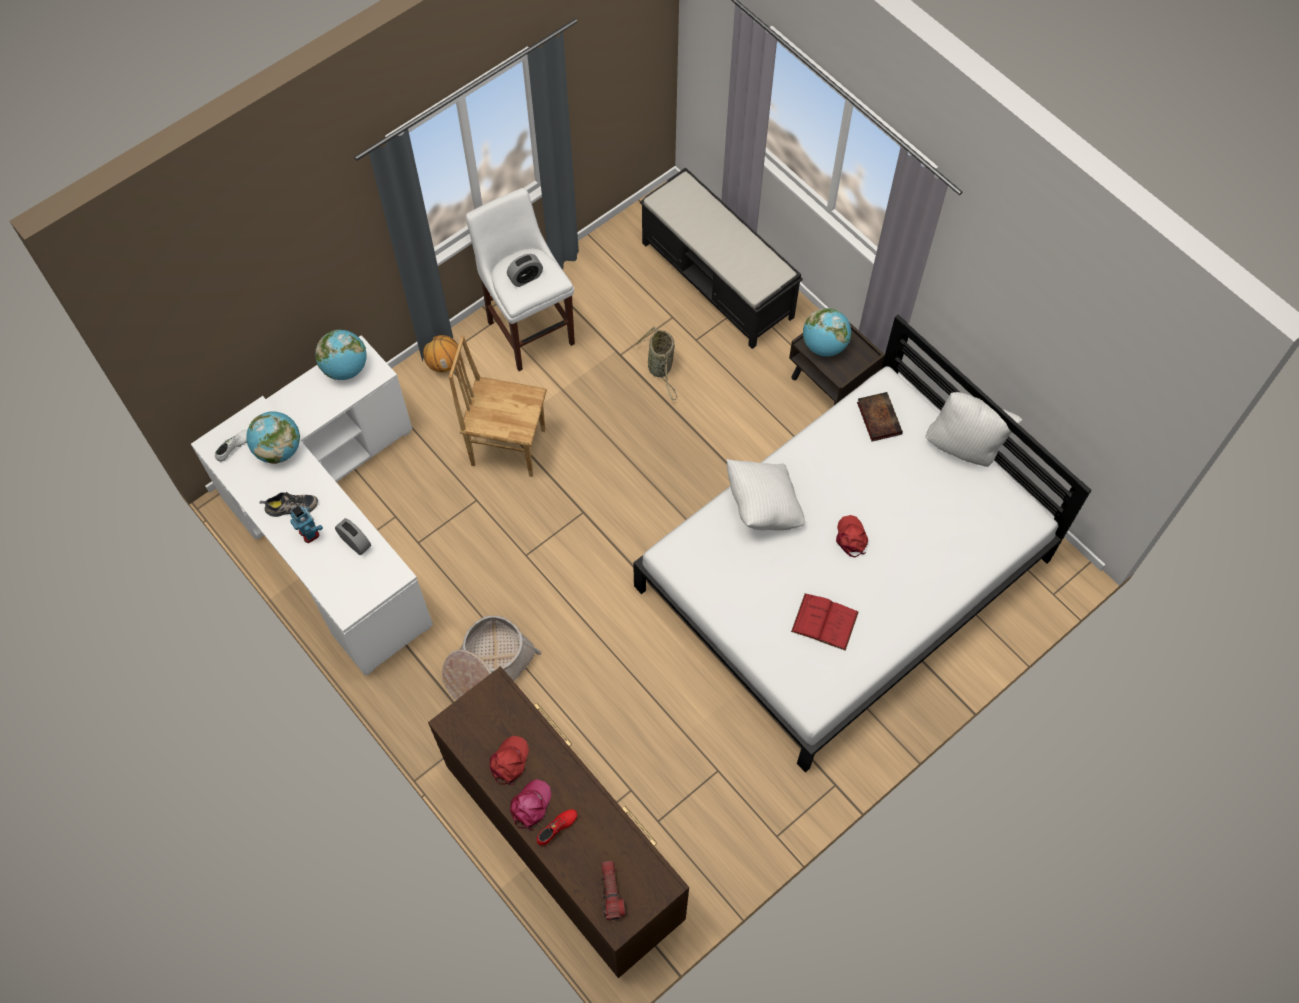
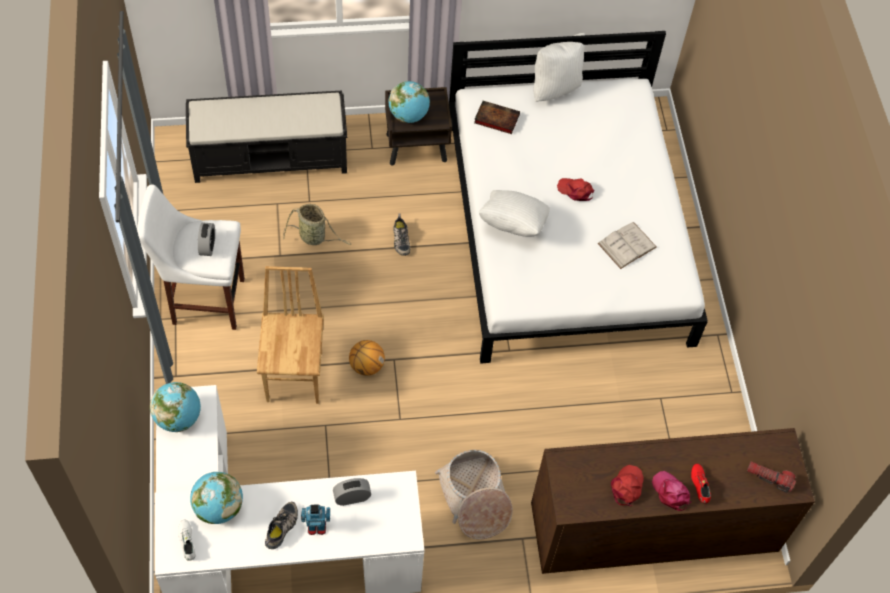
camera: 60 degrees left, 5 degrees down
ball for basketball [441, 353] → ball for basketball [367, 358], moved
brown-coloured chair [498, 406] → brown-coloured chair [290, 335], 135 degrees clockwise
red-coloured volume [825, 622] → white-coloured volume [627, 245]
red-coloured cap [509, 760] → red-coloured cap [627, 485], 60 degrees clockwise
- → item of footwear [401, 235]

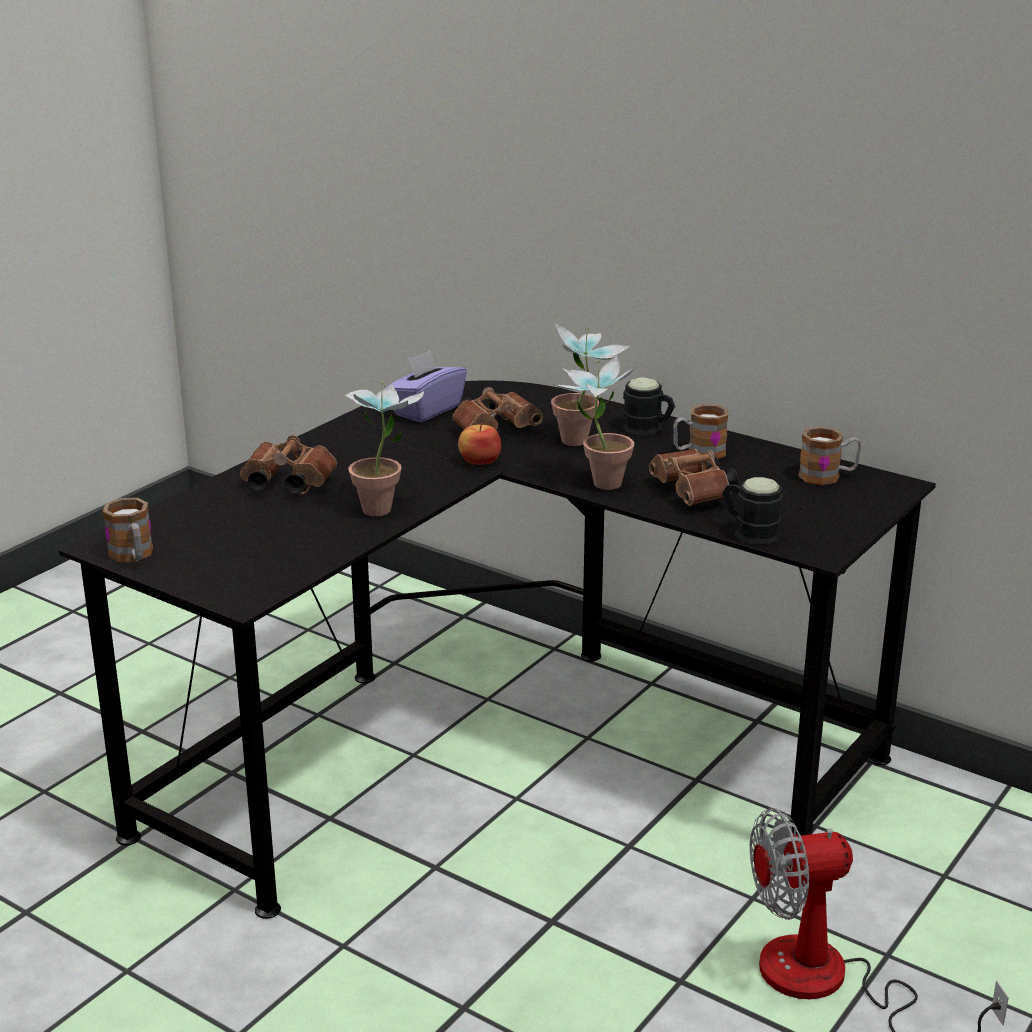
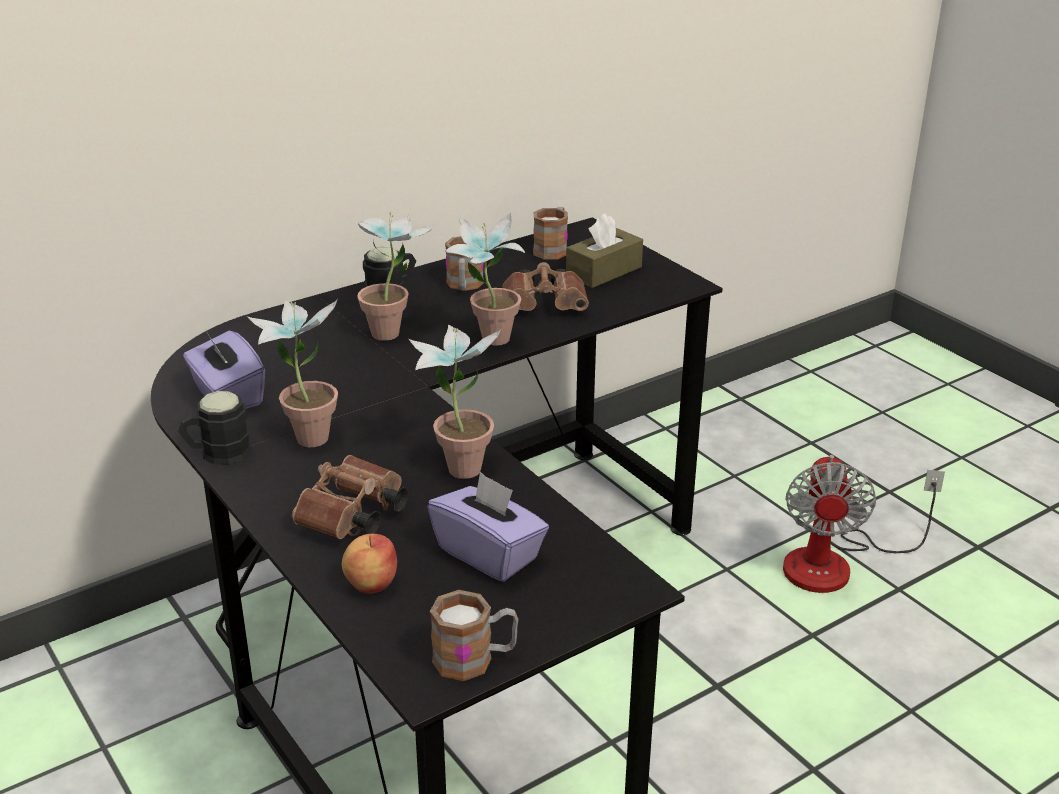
camera: 70 degrees left, 5 degrees up
brown-coloured binoculars [498, 408] → -
apple [479, 444] → apple [369, 563], moved
blackish tea mug [752, 511] → blackish tea mug [214, 428], moved
- → brown-coloured tissue holder [604, 250]
- → plant in a pot [292, 373]
- → purple-coloured tissue holder [488, 527]

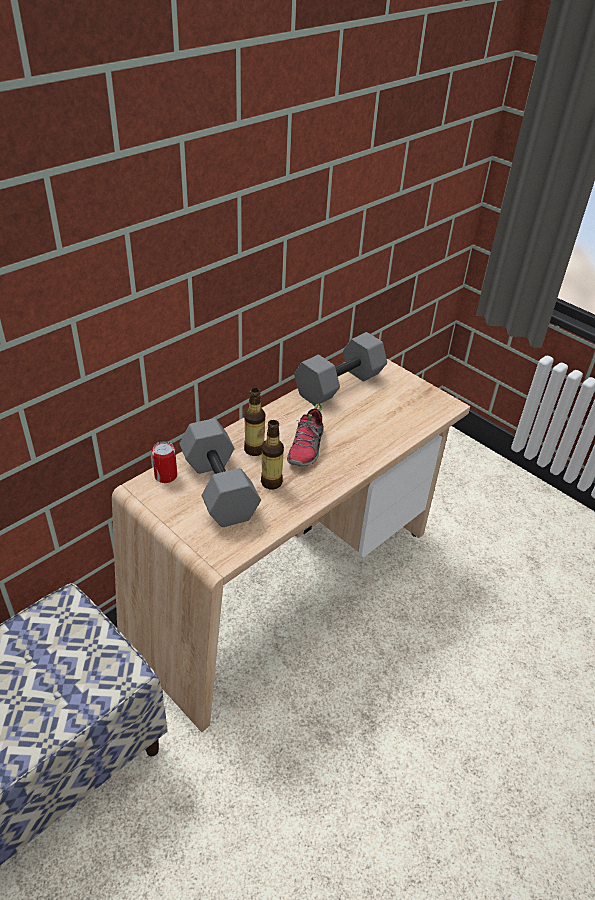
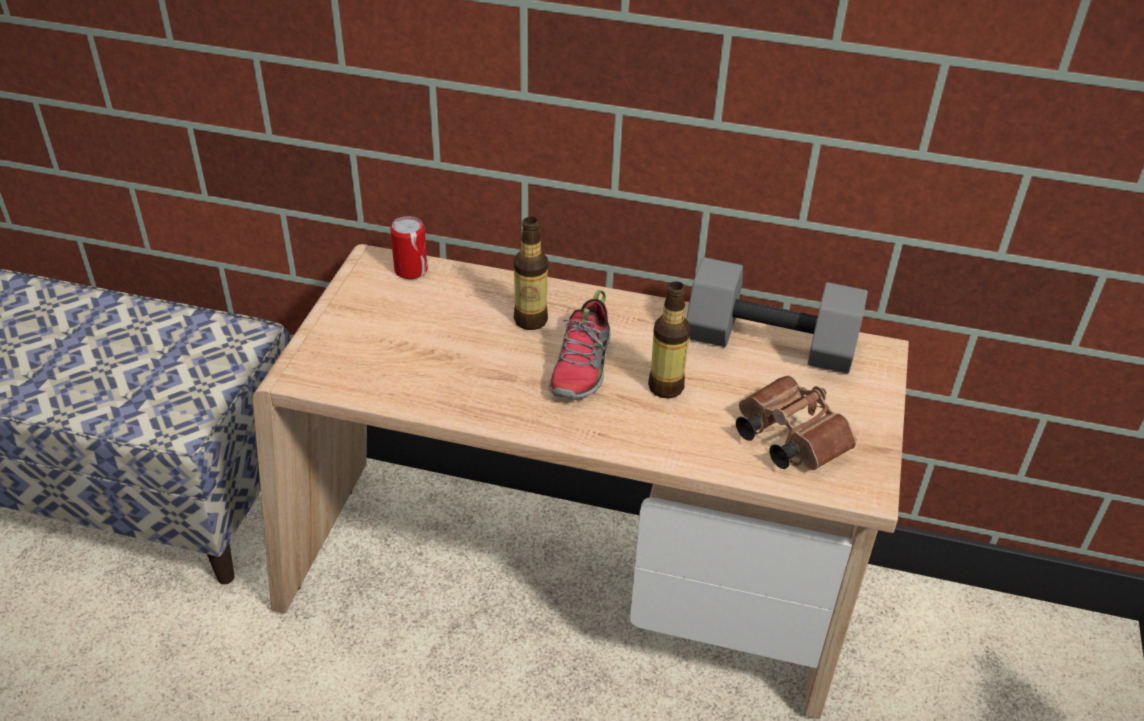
camera: 60 degrees right, 0 degrees up
item of footwear [305, 435] → item of footwear [580, 345], 60 degrees counterclockwise
greyish free weight [220, 472] → -
bottle [272, 454] → bottle [669, 340], moved
- → brown-coloured binoculars [796, 422]

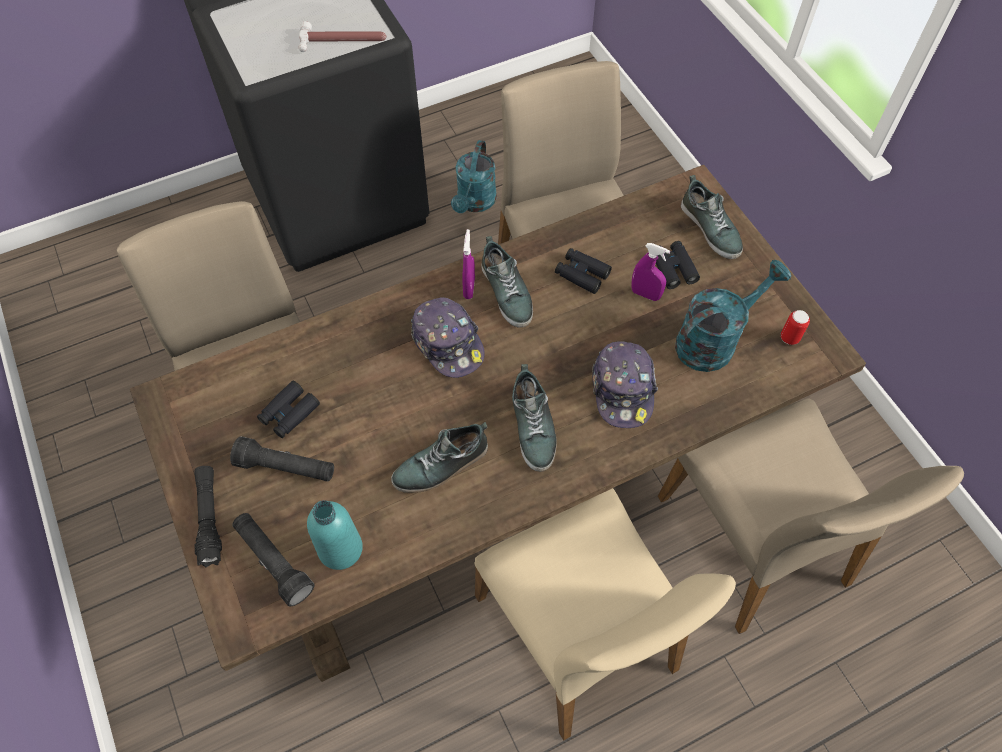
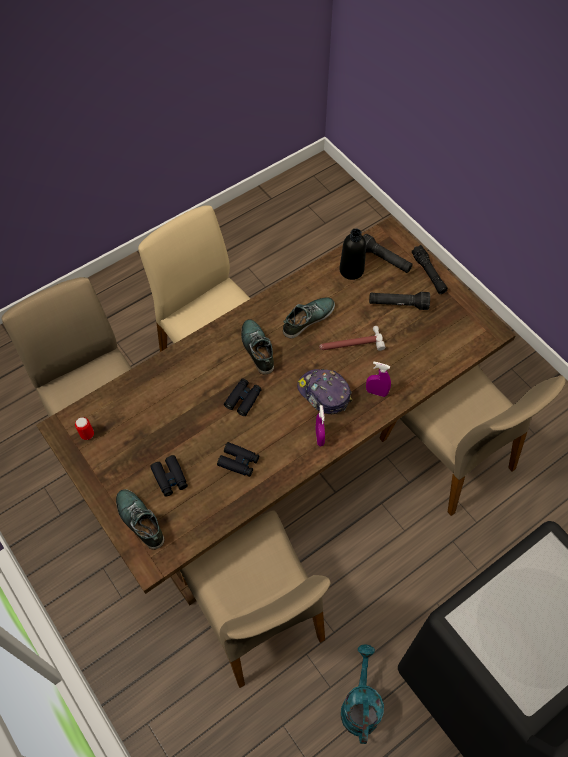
camera: 170 degrees right, 0 degrees up
tool hammer [343, 36] → tool hammer [352, 338], moved
item of footwear [507, 282] → -
purple-coloured hand sprayer [651, 272] → purple-coloured hand sprayer [378, 379], moved
blue-green watering pot [733, 316] → -
cap [625, 384] → -
blackish binoculars [288, 409] → blackish binoculars [243, 397], moved
blue-green bottle [335, 535] → blackish bottle [352, 254]

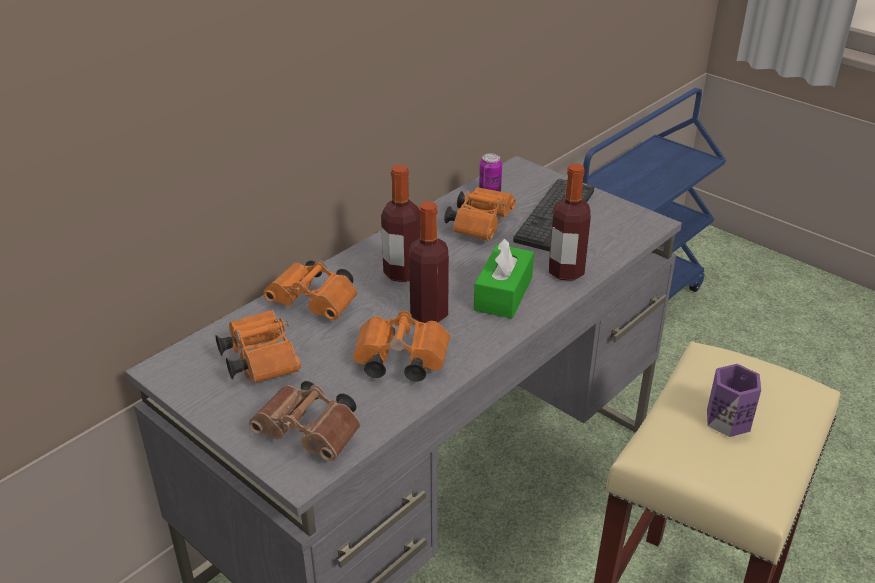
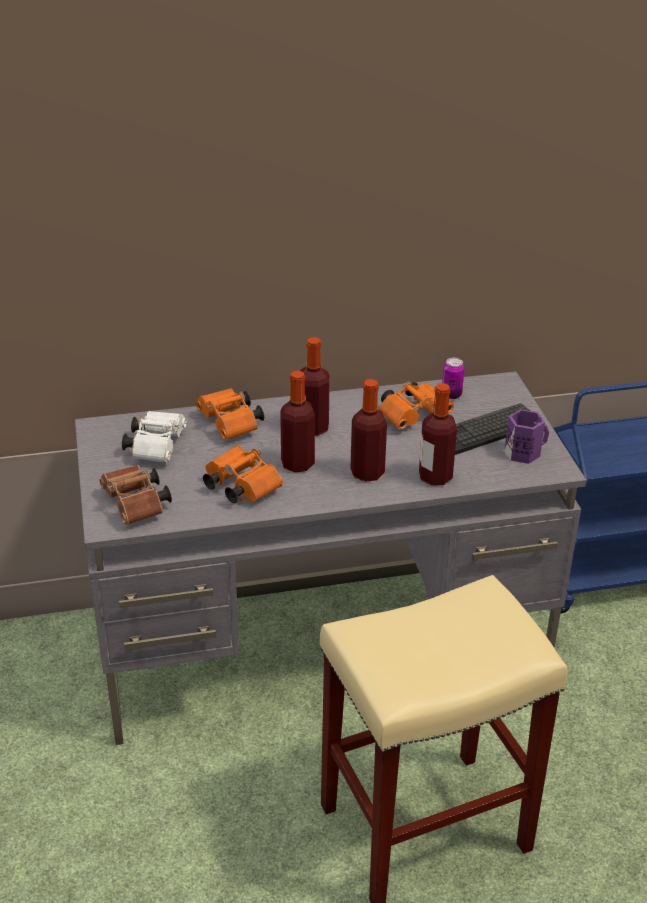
camera: 35 degrees right, 0 degrees up
green tissue holder [504, 278] → bottle [368, 430]
orange-coloured binoculars [258, 346] → white-coloured binoculars [154, 437]
purple-coloured tea mug [734, 400] → purple-coloured tea mug [527, 436], moved

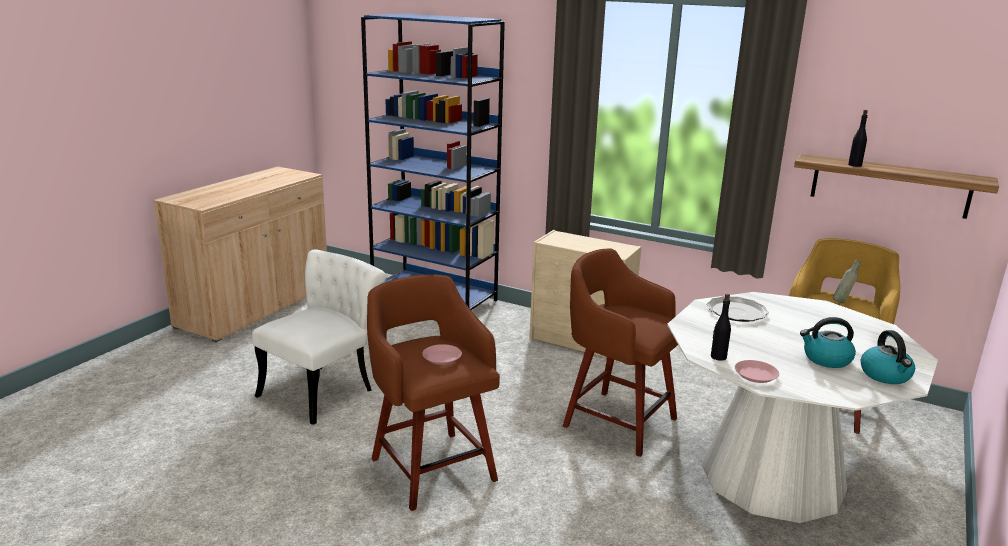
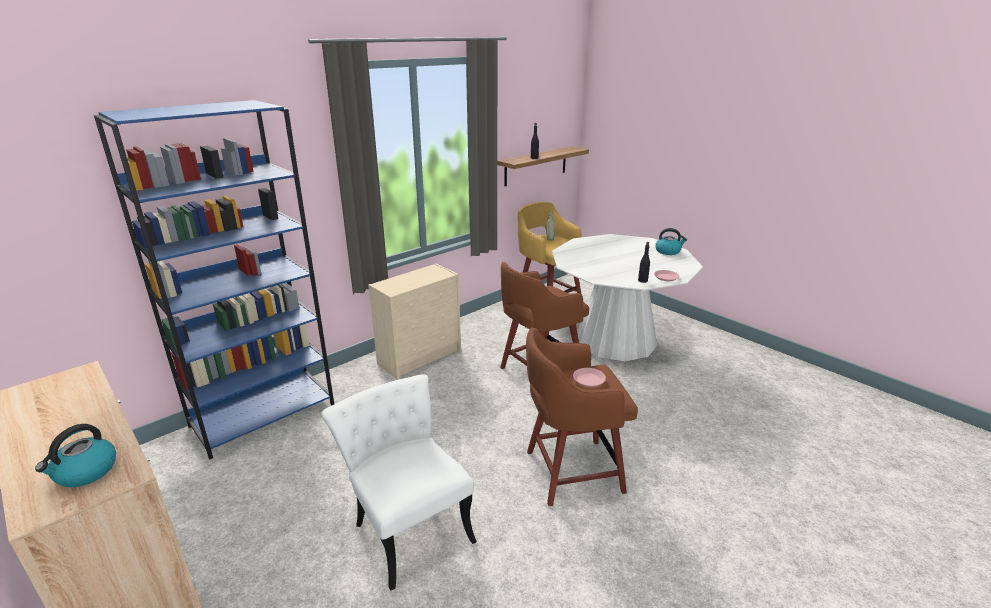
camera: 70 degrees left, 5 degrees up
plate [738, 309] → -
kettle [828, 342] → kettle [75, 455], moved

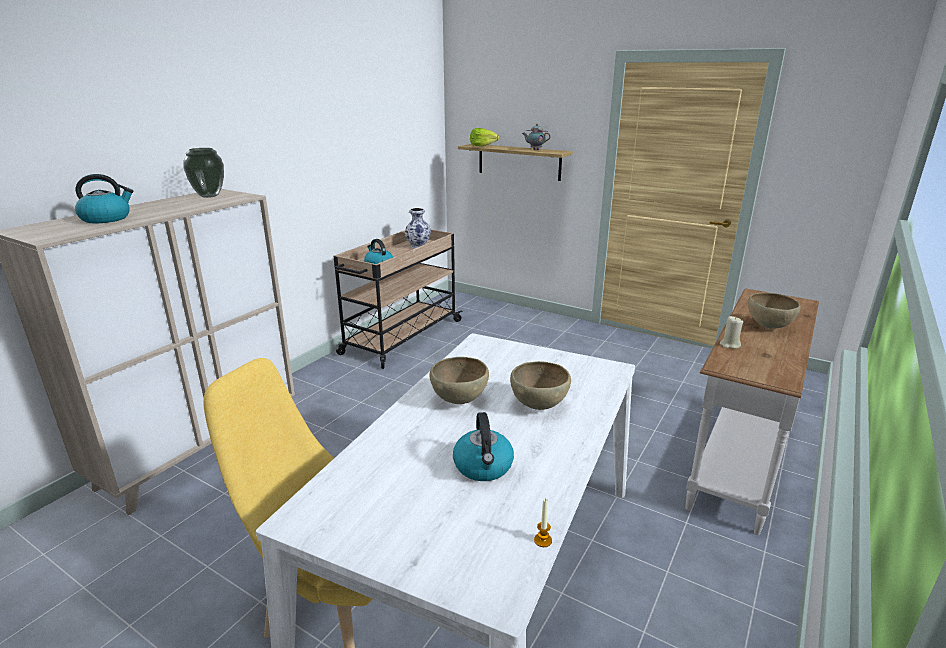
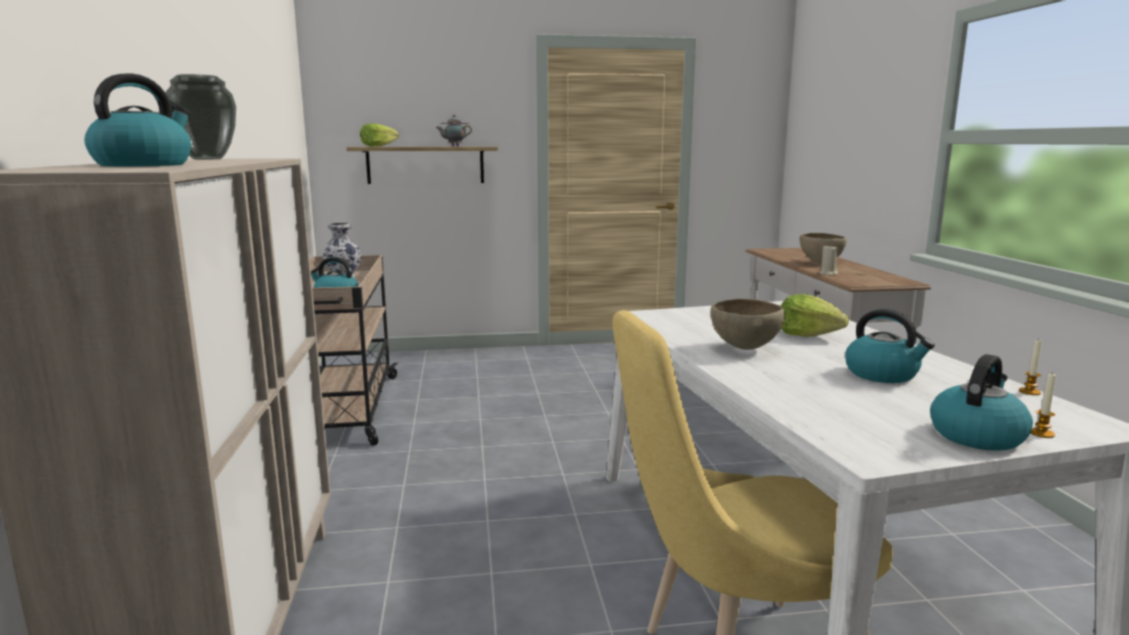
camera: 40 degrees left, 10 degrees down
brown-coloured serving bowl [540, 385] → head of lettuce [815, 315]
- → kettle [981, 402]
- → wax candle [1043, 405]

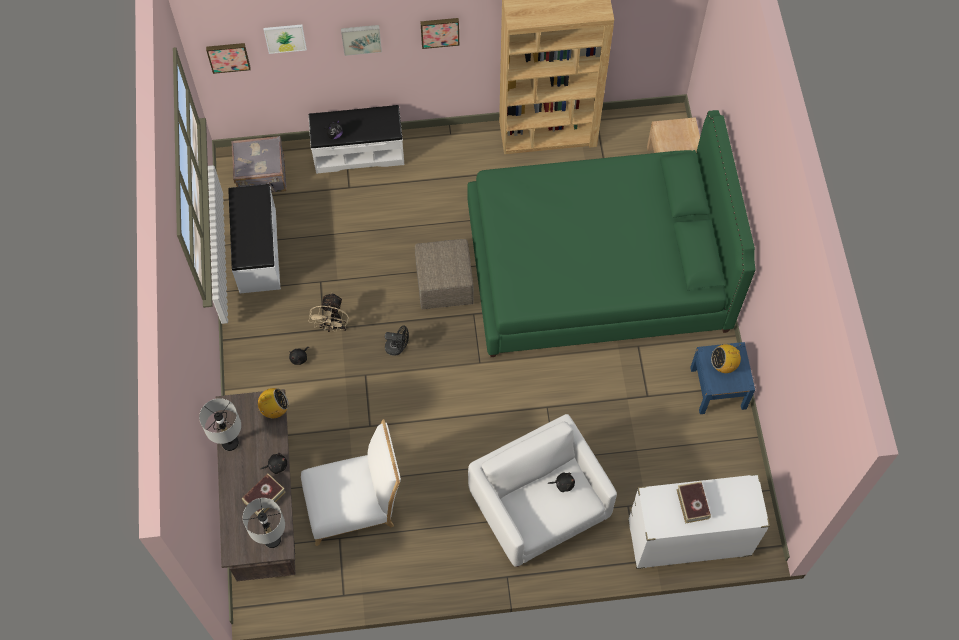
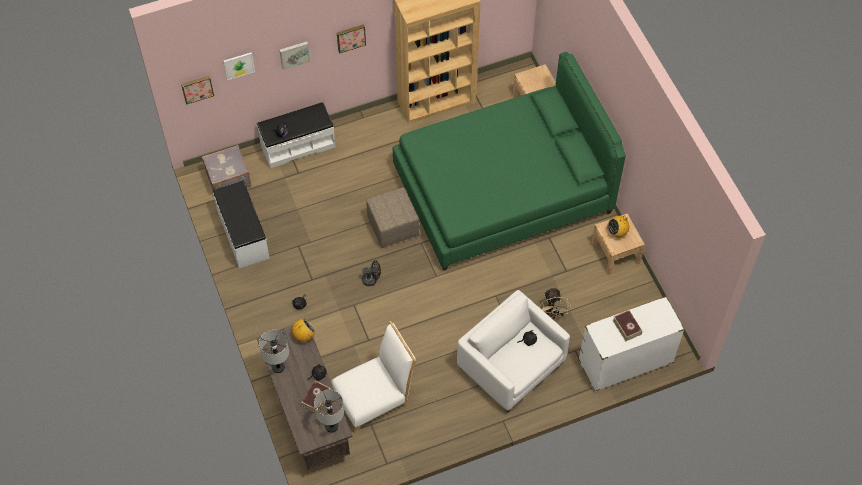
camera: 15 degrees left, 5 degrees down
sand-coloured electric fan [329, 312] → sand-coloured electric fan [555, 303], moved
blue-coloured nightstand [722, 378] → sand-coloured nightstand [618, 244]

